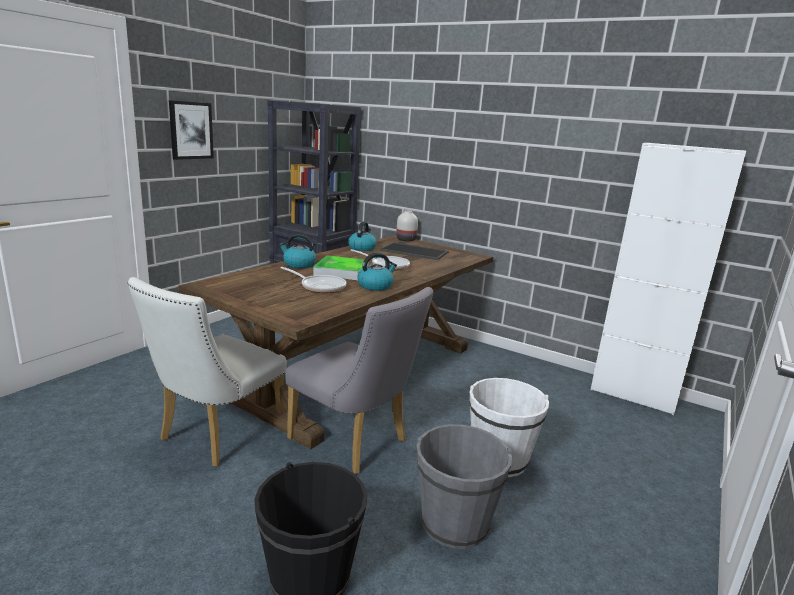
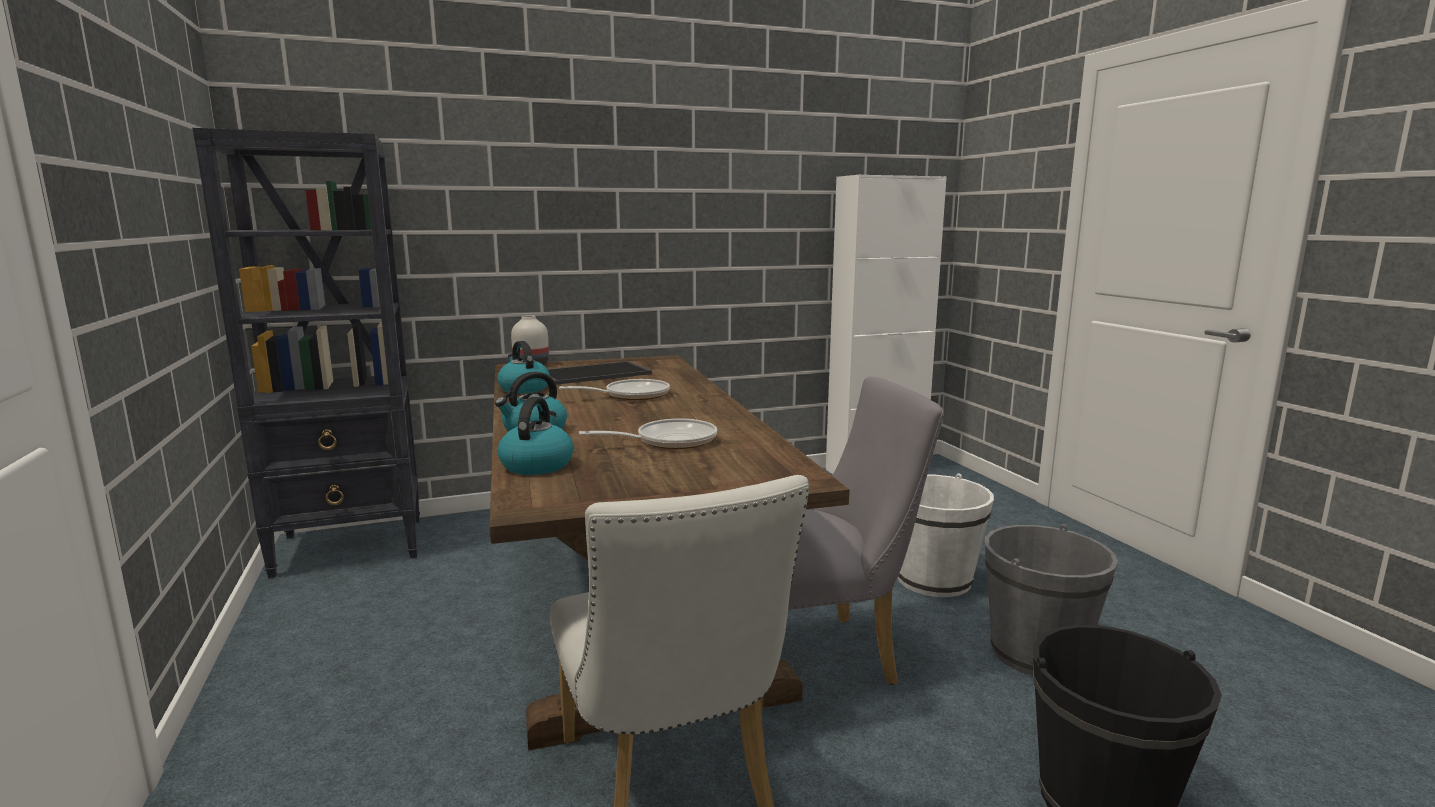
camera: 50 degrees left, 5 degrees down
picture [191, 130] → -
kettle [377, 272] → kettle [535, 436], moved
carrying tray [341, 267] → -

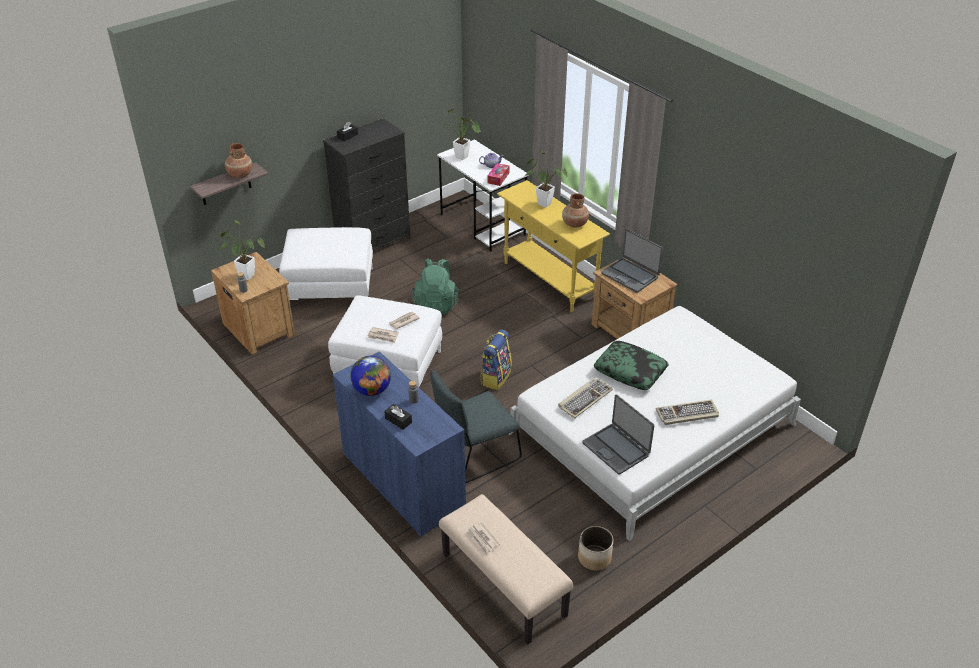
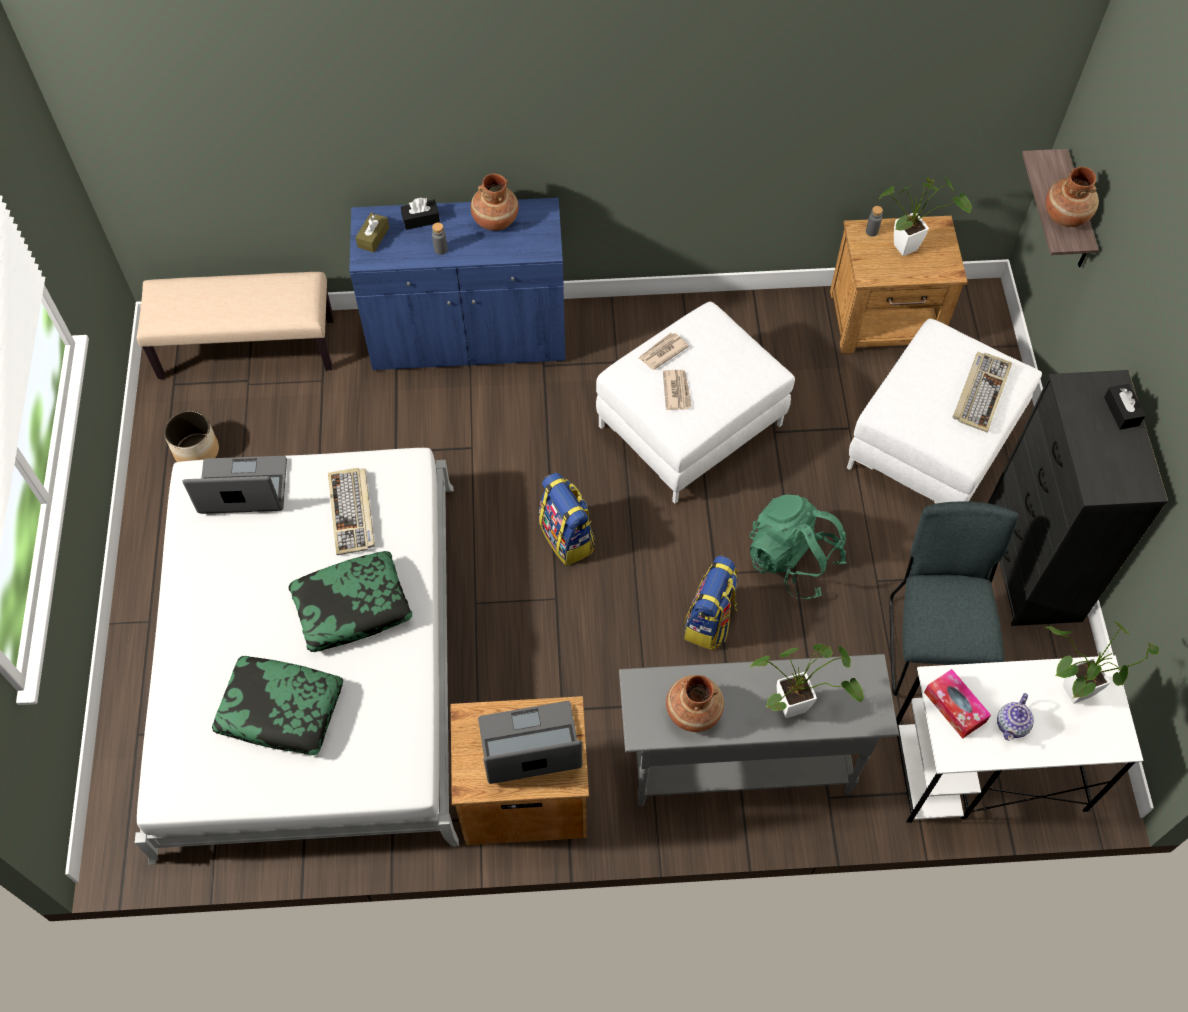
camera: 125 degrees right, 20 degrees up
yellow hall table [553, 246] → greyish hall table [759, 730]
desk globe [370, 376] → brown-coloured vase [494, 202]
greyish chair [476, 426] → greyish chair [954, 598], moved
keyboard [687, 412] → keyboard [982, 392], moved
printed paper [483, 538] → -
- → brown-coloured tissue holder [372, 232]
- → backpack [711, 602]
- → throw pillow [277, 705]

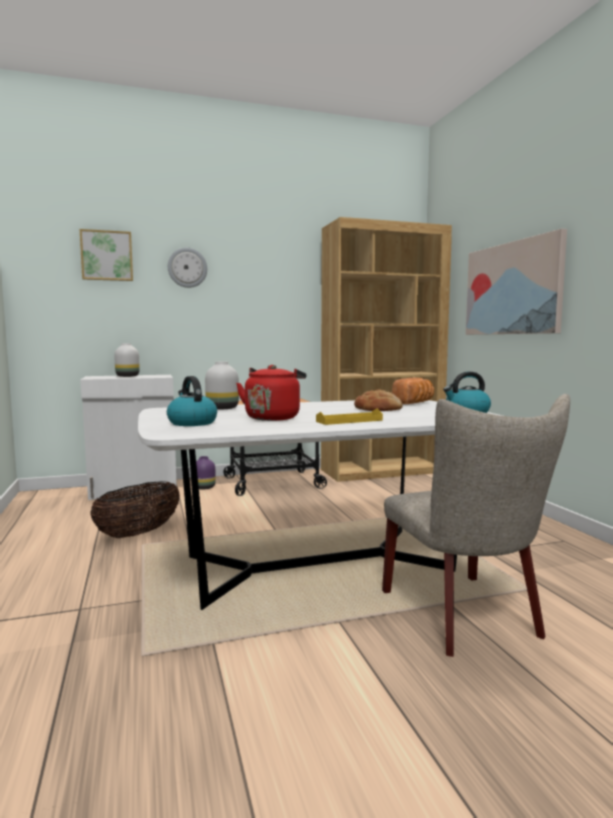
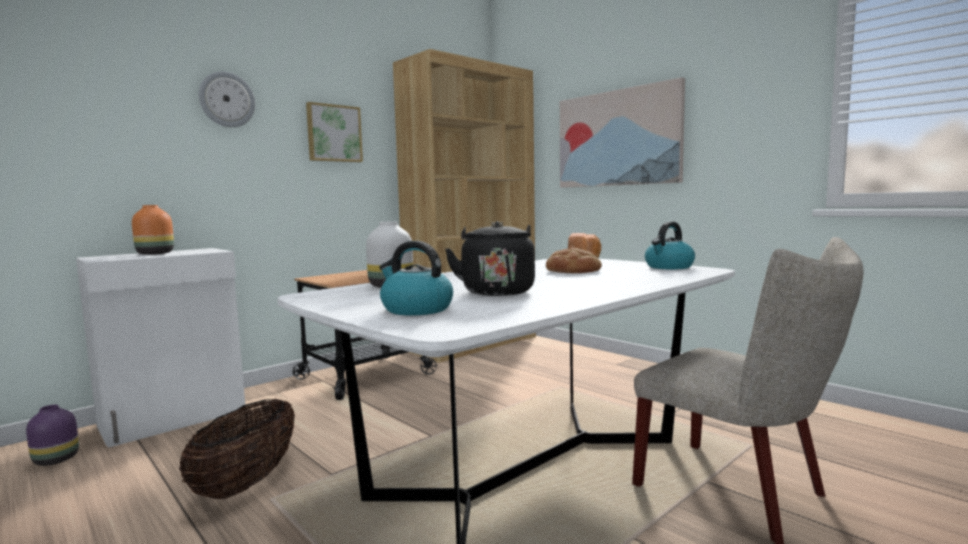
camera: 25 degrees left, 0 degrees up
picture [106, 255] → picture [334, 132], moved
white-coloured vase [127, 360] → orange-coloured vase [153, 230]
red-coloured kettle [271, 393] → blackish kettle [490, 258]
yellow carrying tray [349, 416] → -
purple-coloured vase [206, 472] → purple-coloured vase [52, 435], moved

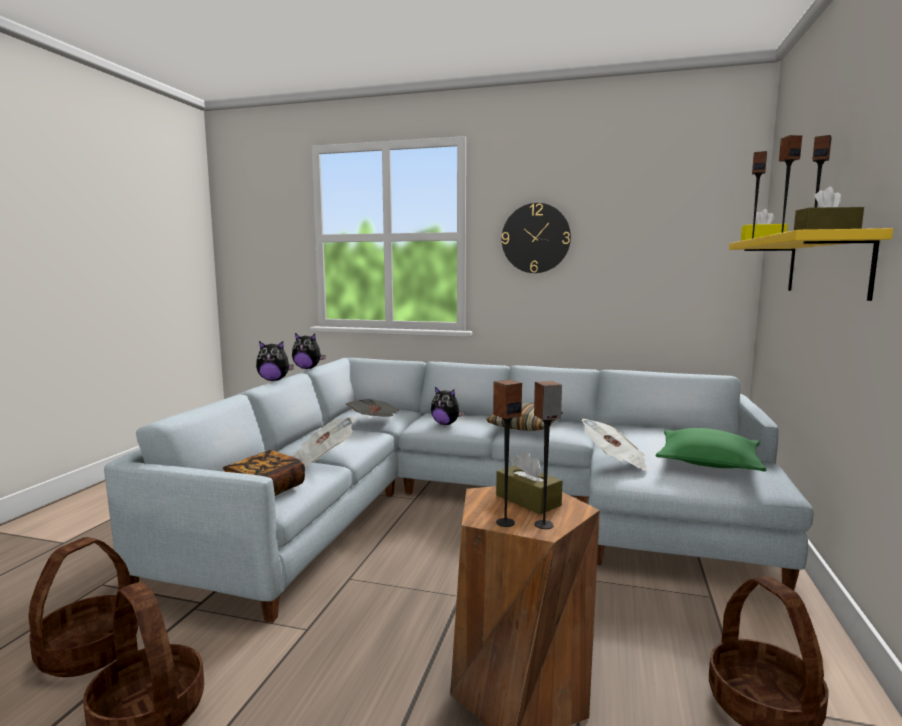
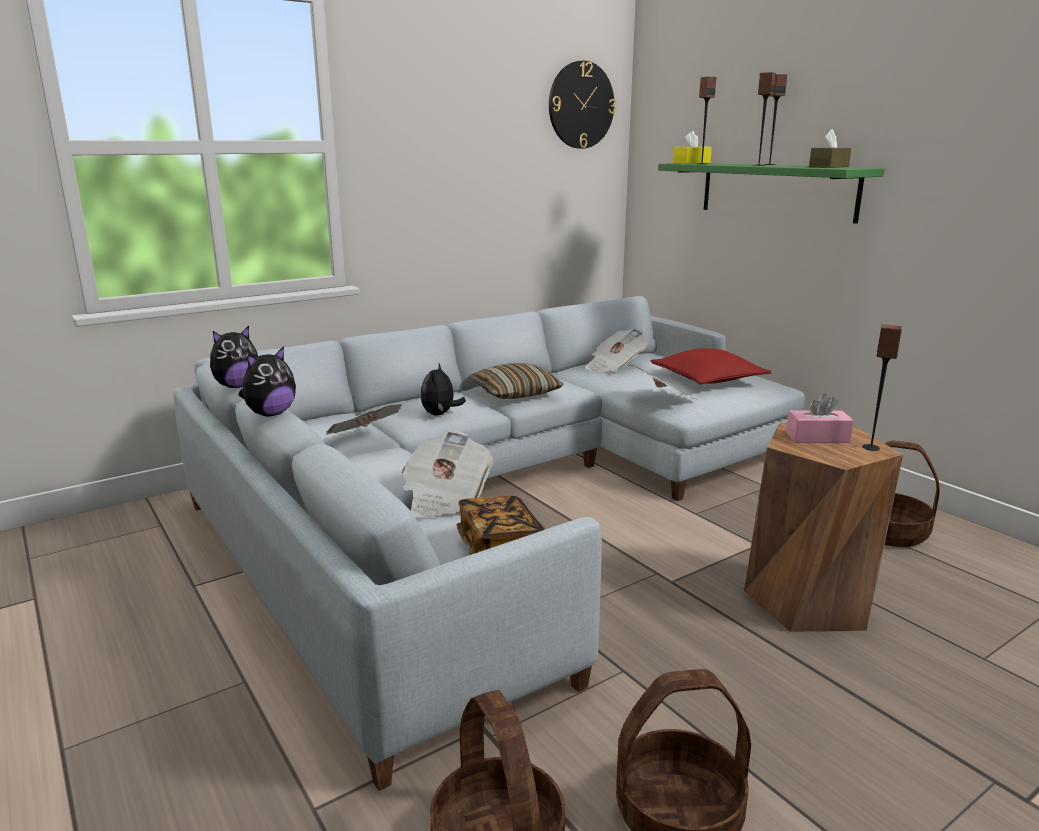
camera: 50 degrees left, 10 degrees up
clock on the wall [536, 238] → clock on the wall [582, 105], moved
yellow bracket shelf [811, 264] → green bracket shelf [771, 193]
speaker [507, 453] → -
soft toy [448, 406] → soft toy [443, 389], 120 degrees clockwise
green throw pillow [711, 450] → red-coloured throw pillow [710, 366]
brown-coloured tissue holder [529, 482] → pinkish tissue holder [820, 418]
- → printed paper [616, 350]

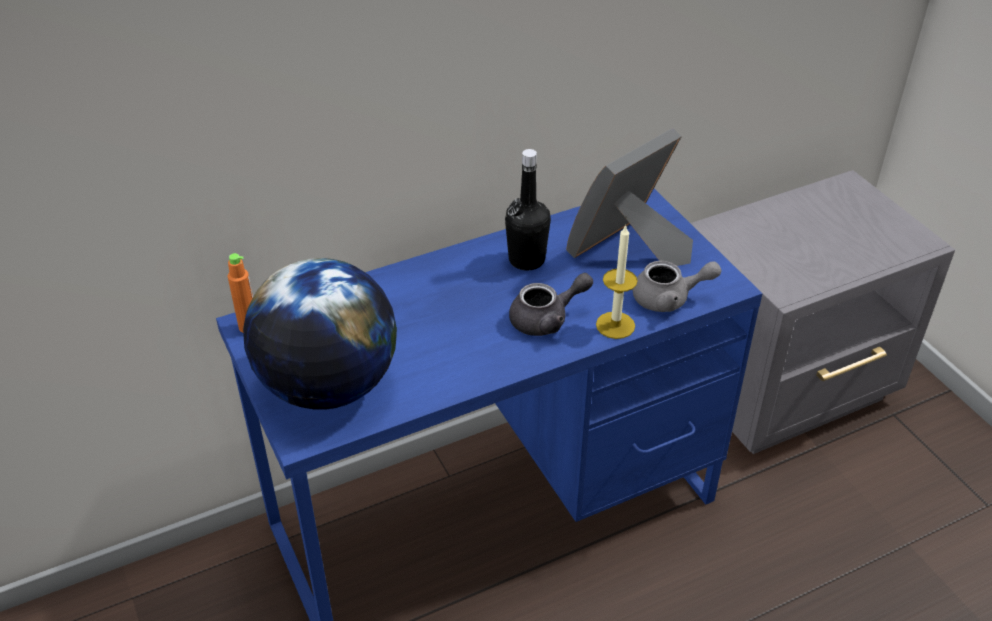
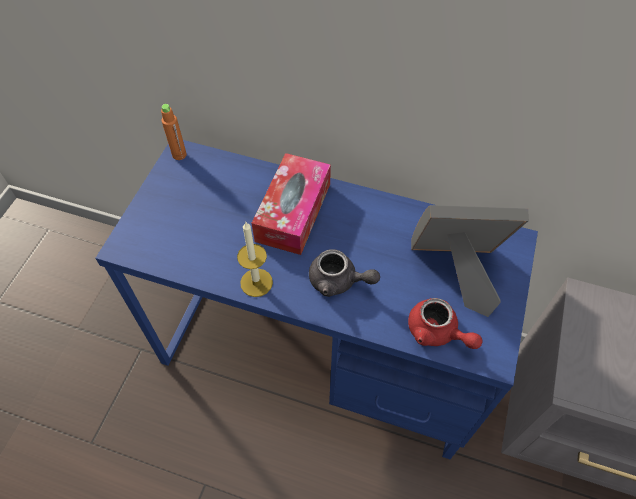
camera: 45 degrees right, 15 degrees up
blackish bottle [528, 209] → -
wax candle [617, 282] → wax candle [255, 259], moved
desk globe [320, 334] → -
greyish teapot [677, 286] → red-coloured teapot [445, 323]
- → tissue holder [291, 204]

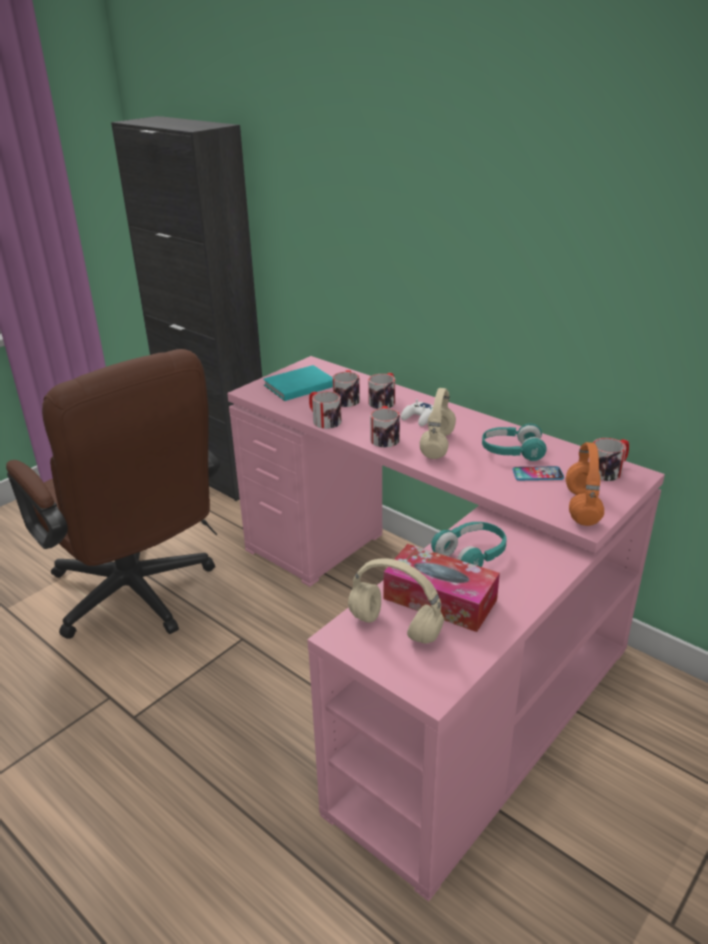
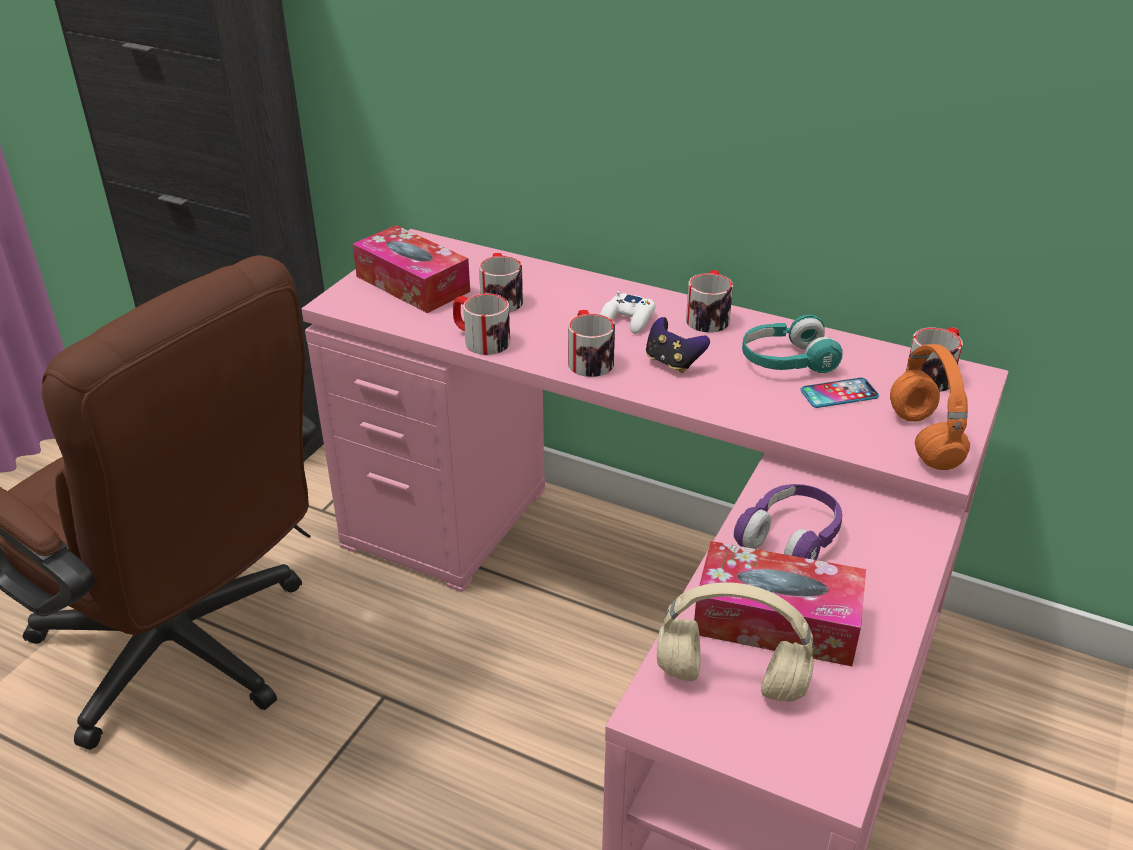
camera: 15 degrees left, 5 degrees up
blue-green volume [298, 383] → tissue holder [411, 269]
tea mug [381, 391] → tea mug [709, 301], moved
sand-coloured pair of headphones [437, 423] → game controller [678, 345]
blue-green pair of headphones [468, 544] → purple-coloured pair of headphones [788, 522]

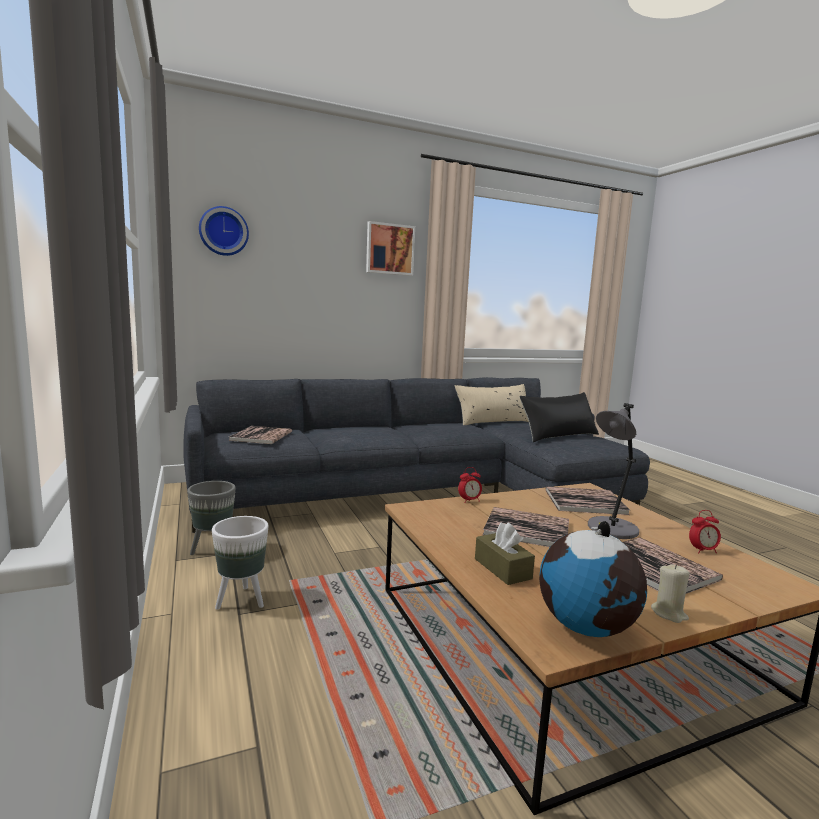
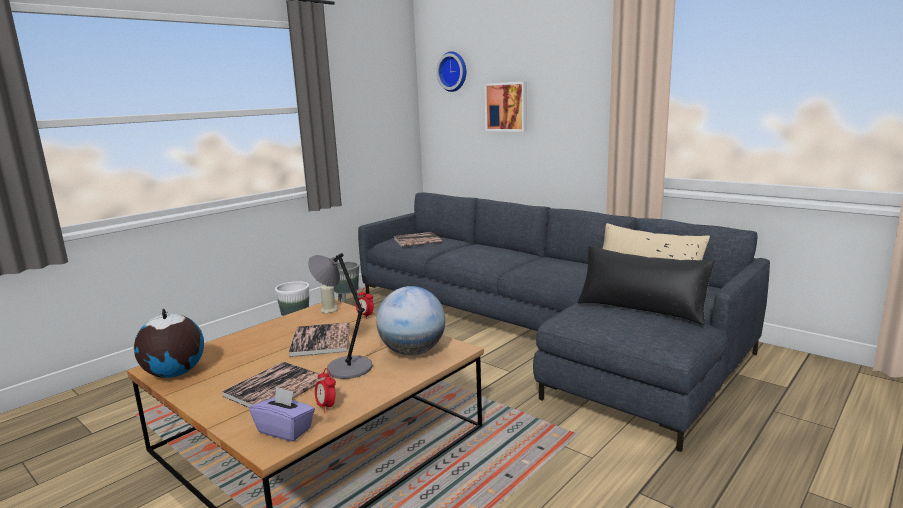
camera: 65 degrees right, 5 degrees up
picture [390, 248] → picture [506, 107], moved
volume [587, 501] → desk globe [410, 320]
brown-coloured tissue holder [505, 553] → -
sand-coloured wax candle [670, 593] → sand-coloured wax candle [329, 299], moved
- → purple-coloured tissue holder [282, 414]

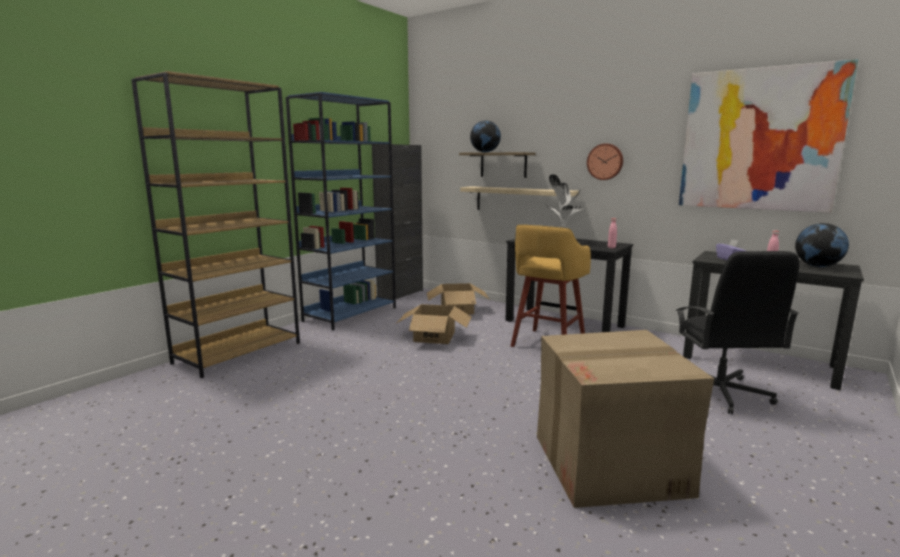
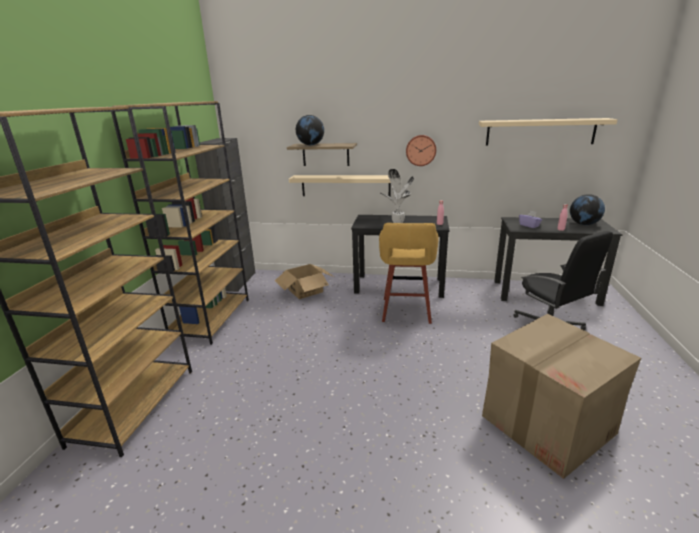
camera: 25 degrees left, 10 degrees up
picture [768, 136] → sand-coloured bracket shelf [548, 131]
blue-coloured bookshelf [341, 211] → brown-coloured bookshelf [180, 223]
packing box [434, 324] → -

